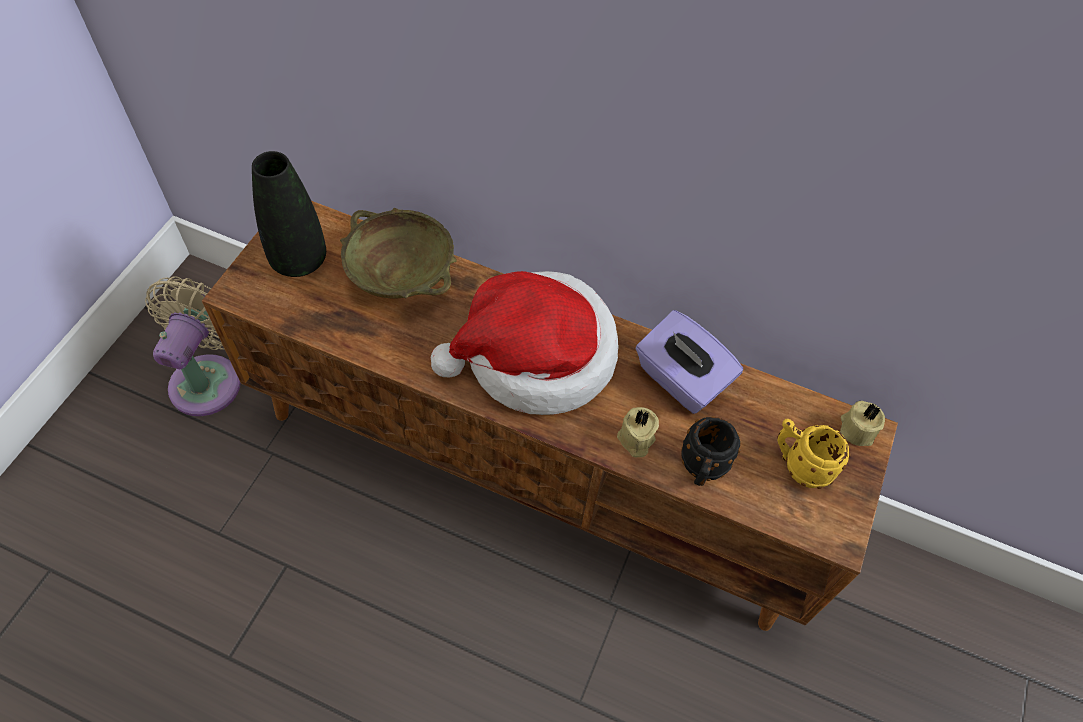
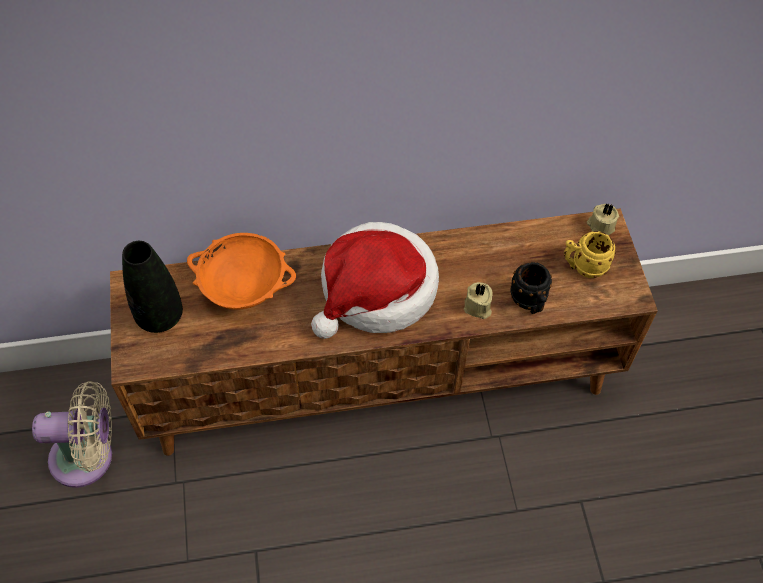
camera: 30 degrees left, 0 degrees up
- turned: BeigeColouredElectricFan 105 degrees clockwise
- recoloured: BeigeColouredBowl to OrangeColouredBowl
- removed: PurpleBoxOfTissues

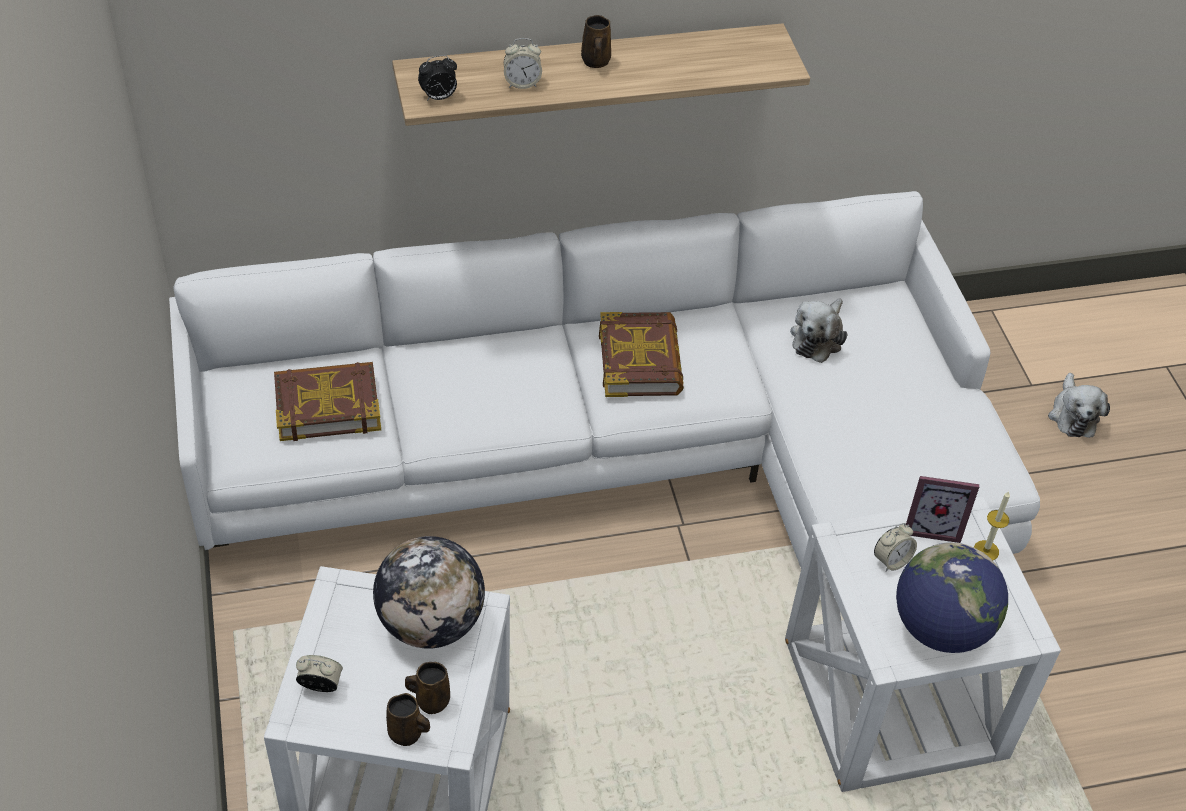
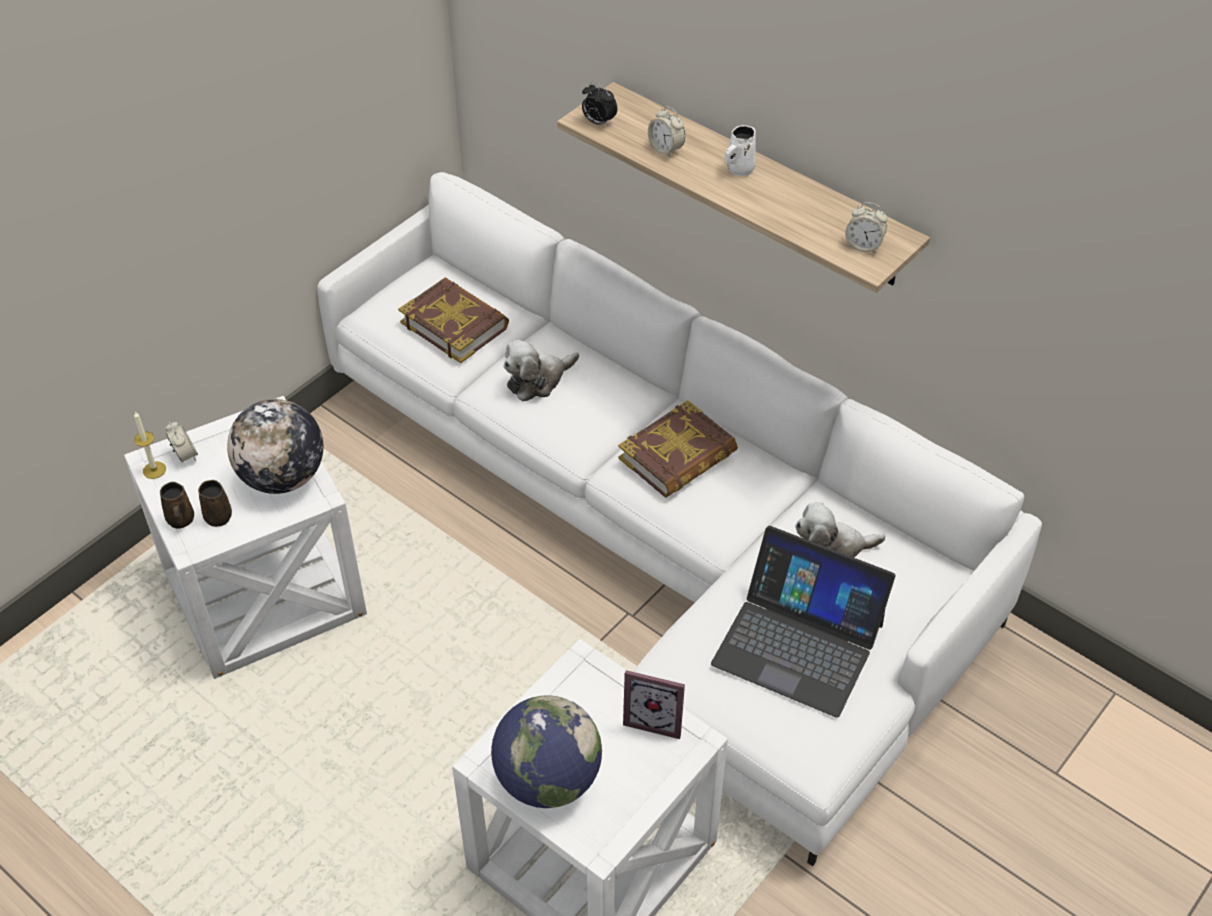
camera: 55 degrees right, 0 degrees up
- recoloured: BrownColouredCoffeeMug (3rd from left) to WhiteColouredCoffeeMug
- moved: TableClock (4th from left)
- turned: PictureFrame 45 degrees counterclockwise
- moved: WaxLight
- moved: SoftToy (2nd from left in the first image) to SoftToy (1st from left)
- added: Laptop

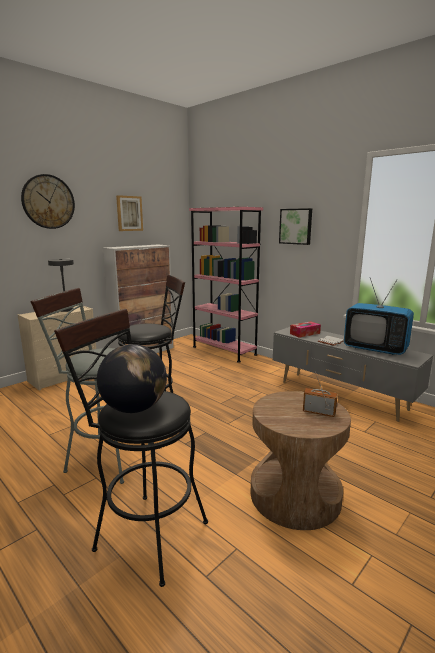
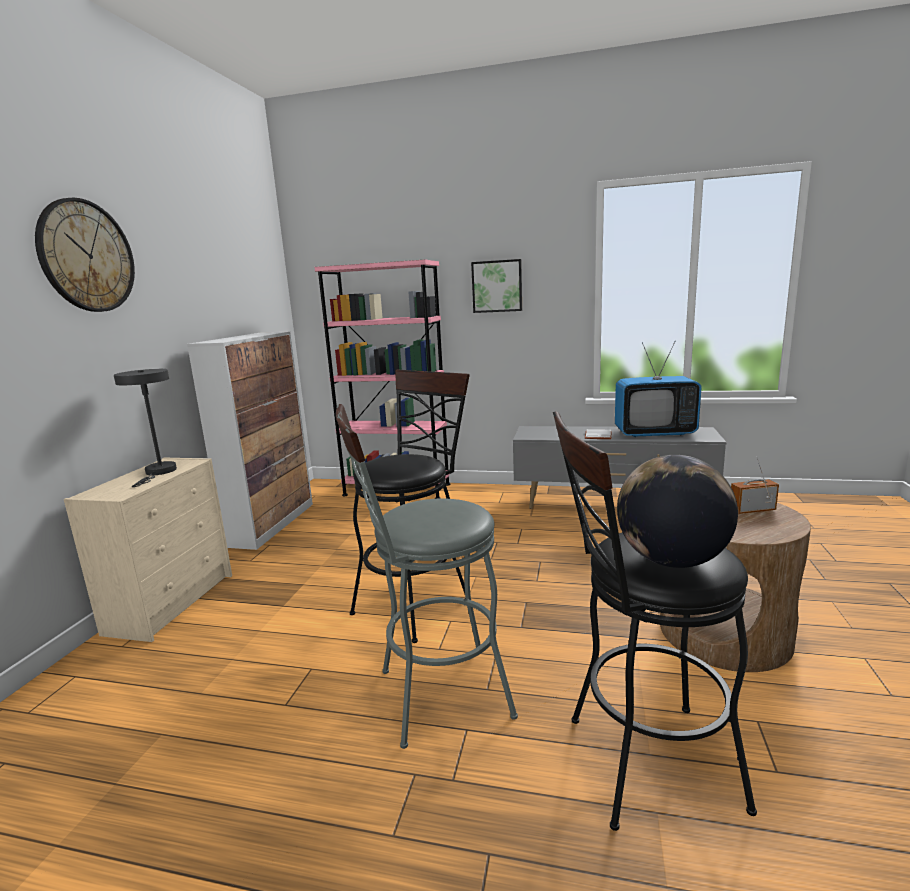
camera: 30 degrees left, 0 degrees up
- removed: WallArt (1st from left)
- removed: BoxOfTissues

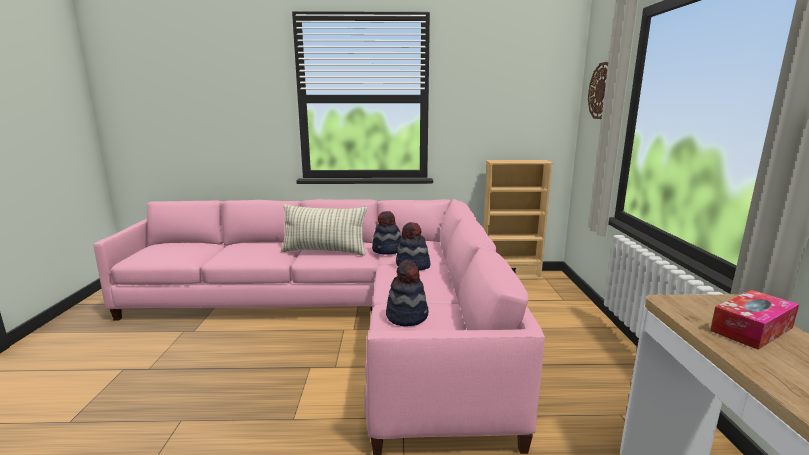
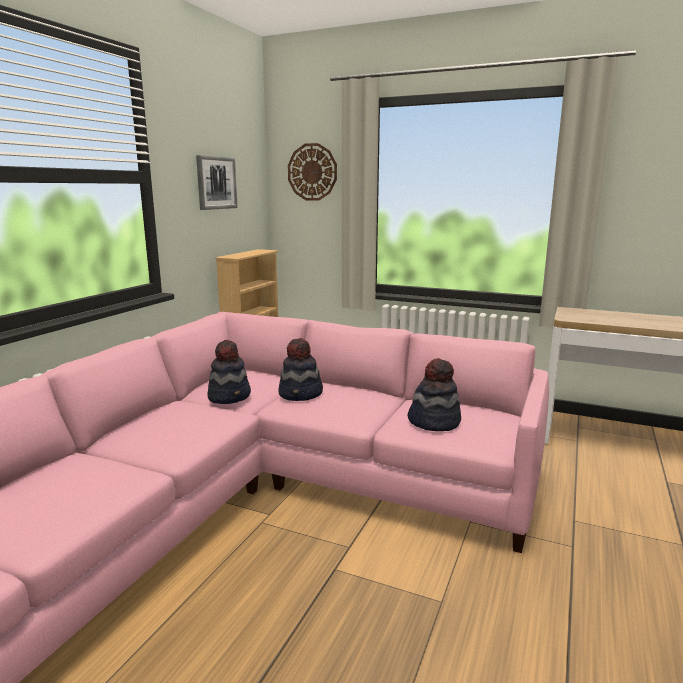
camera: 65 degrees left, 0 degrees up
- removed: Cushion
- removed: BoxOfTissues
- added: WallArt

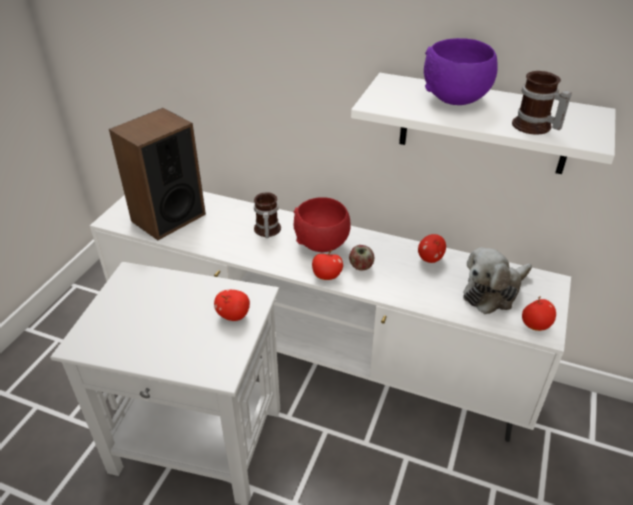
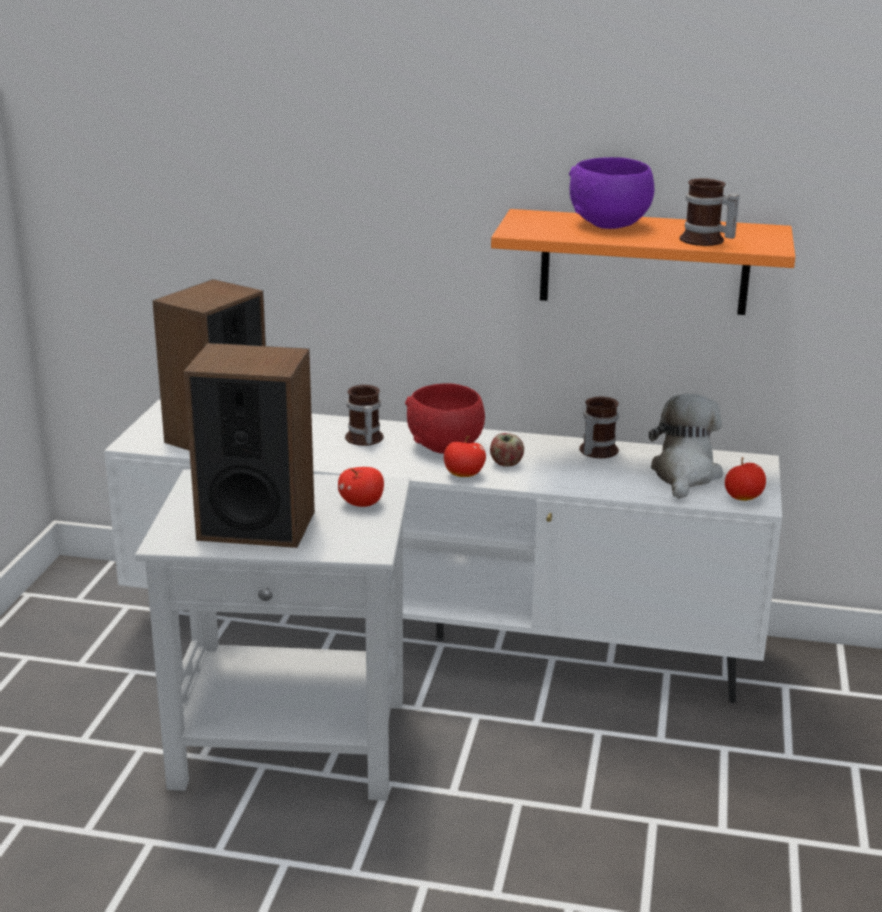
camera: 10 degrees left, 15 degrees down
- recoloured: WhiteColouredShelf to OrangeColouredShelf
- replaced: WholeApple (4th from left) to CoffeeMug (2nd from left)
- turned: SoftToy 150 degrees clockwise
- added: AudioSpeaker (2nd from left)

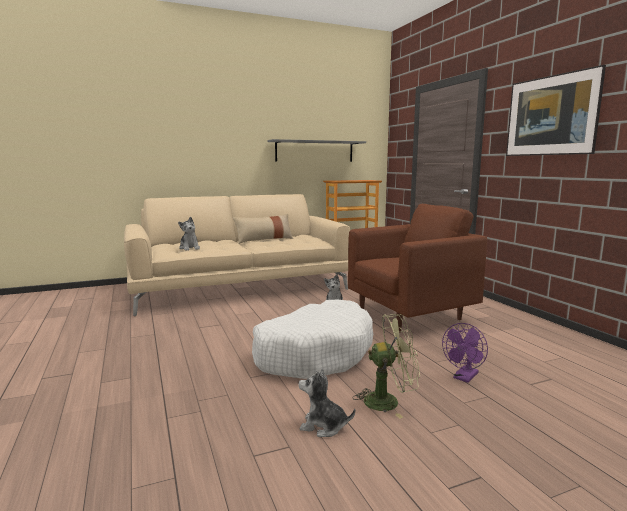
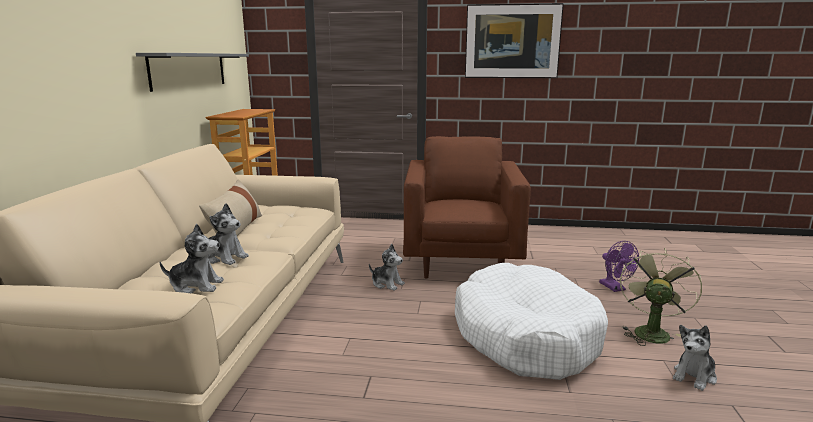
camera: 60 degrees left, 5 degrees up
- added: SoftToy (2nd from left)

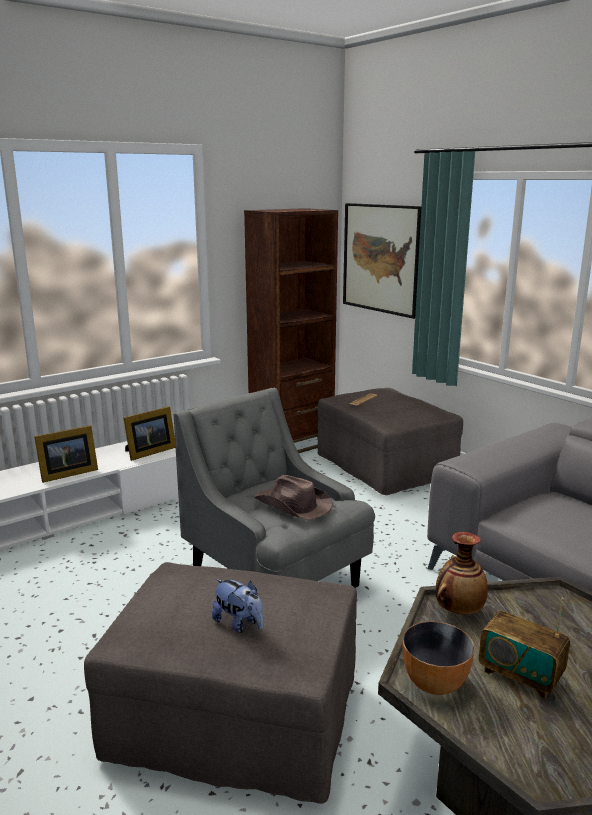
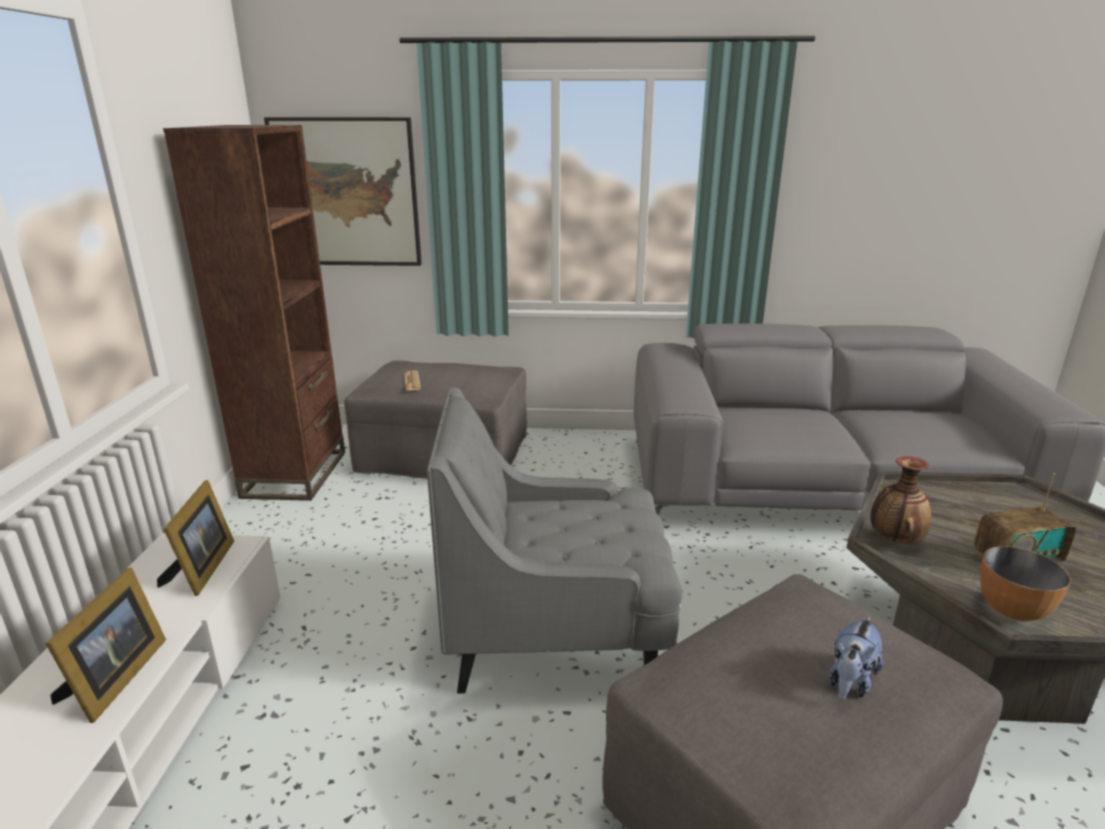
camera: 50 degrees left, 5 degrees up
- turned: SoftToy 135 degrees clockwise
- removed: BrownColouredClothingHat

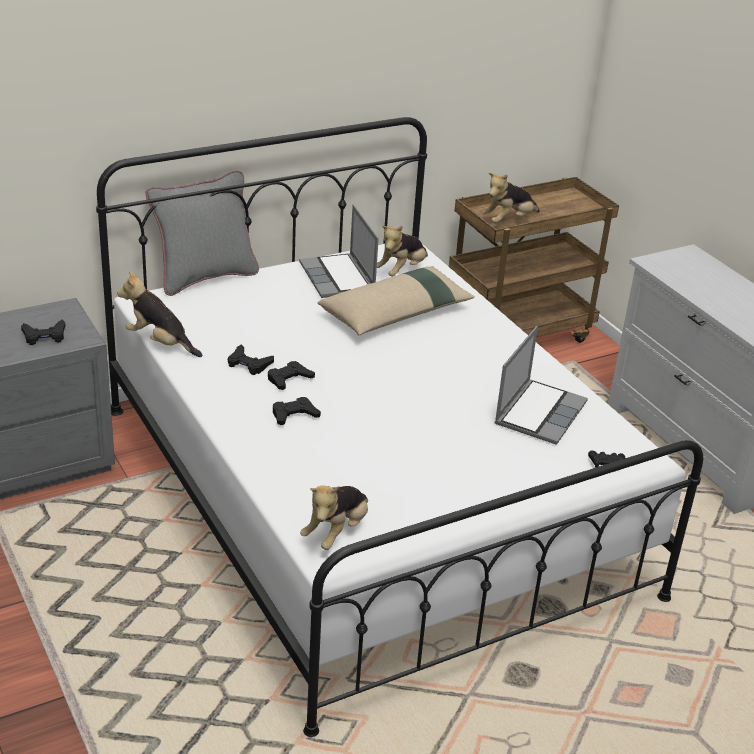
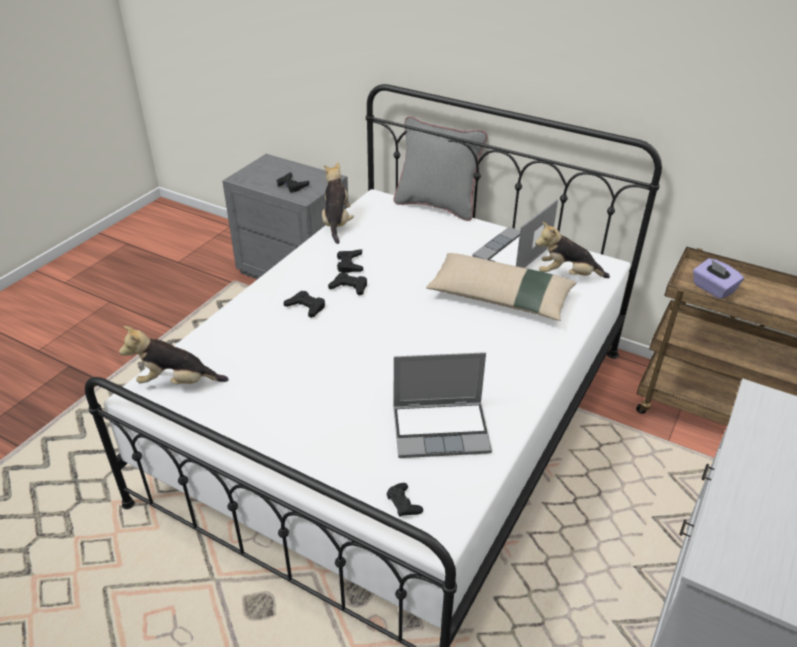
camera: 60 degrees right, 5 degrees up
- replaced: SoftToy (4th from left) to PurpleBoxOfTissues

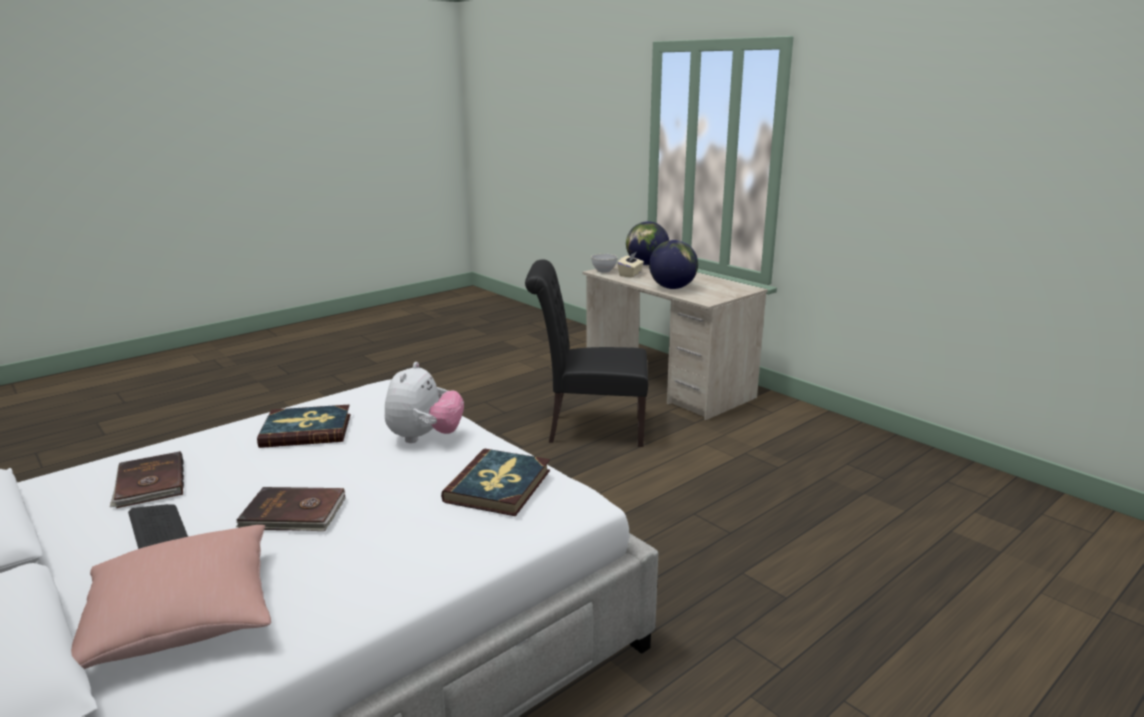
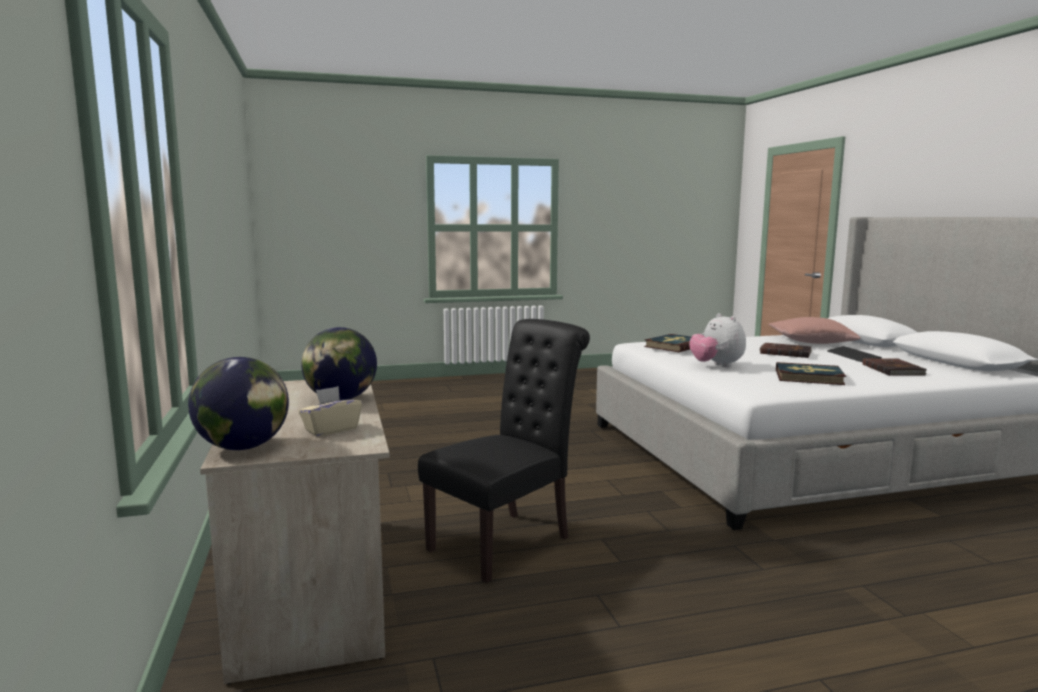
camera: 155 degrees left, 10 degrees down
- turned: SoftToy 60 degrees counterclockwise
- turned: BlackUprightChair 75 degrees counterclockwise
- removed: GrayBowl

